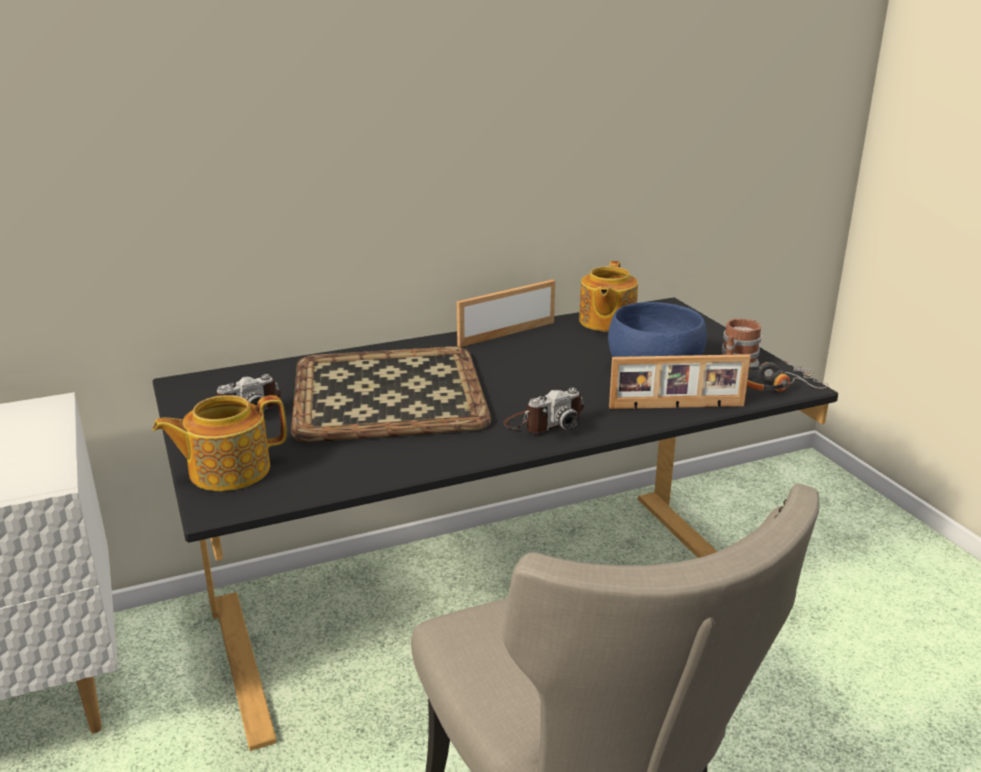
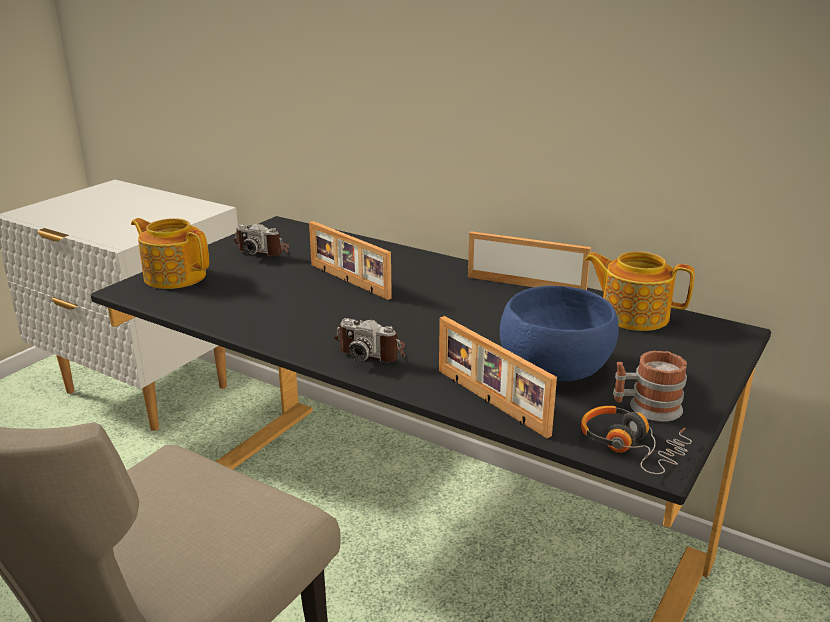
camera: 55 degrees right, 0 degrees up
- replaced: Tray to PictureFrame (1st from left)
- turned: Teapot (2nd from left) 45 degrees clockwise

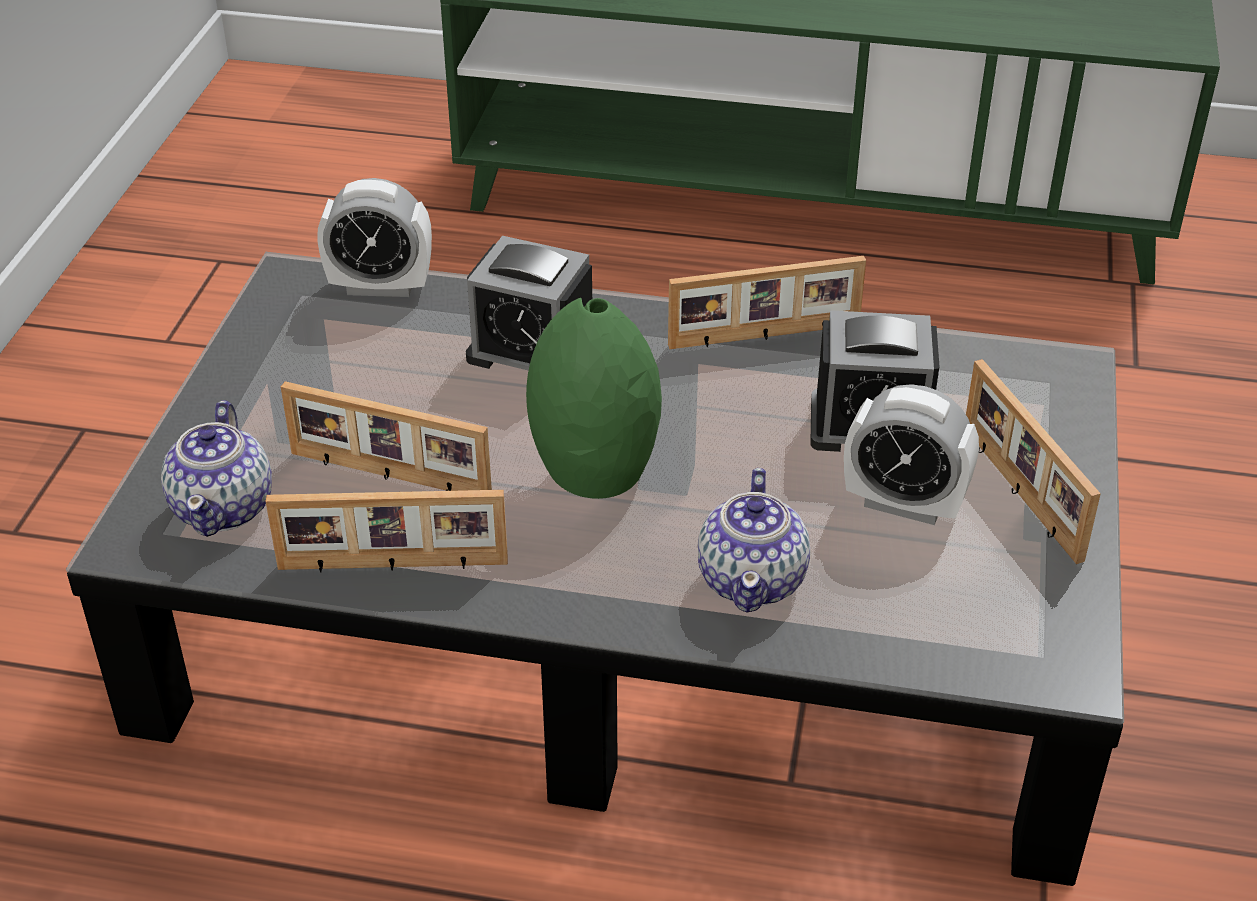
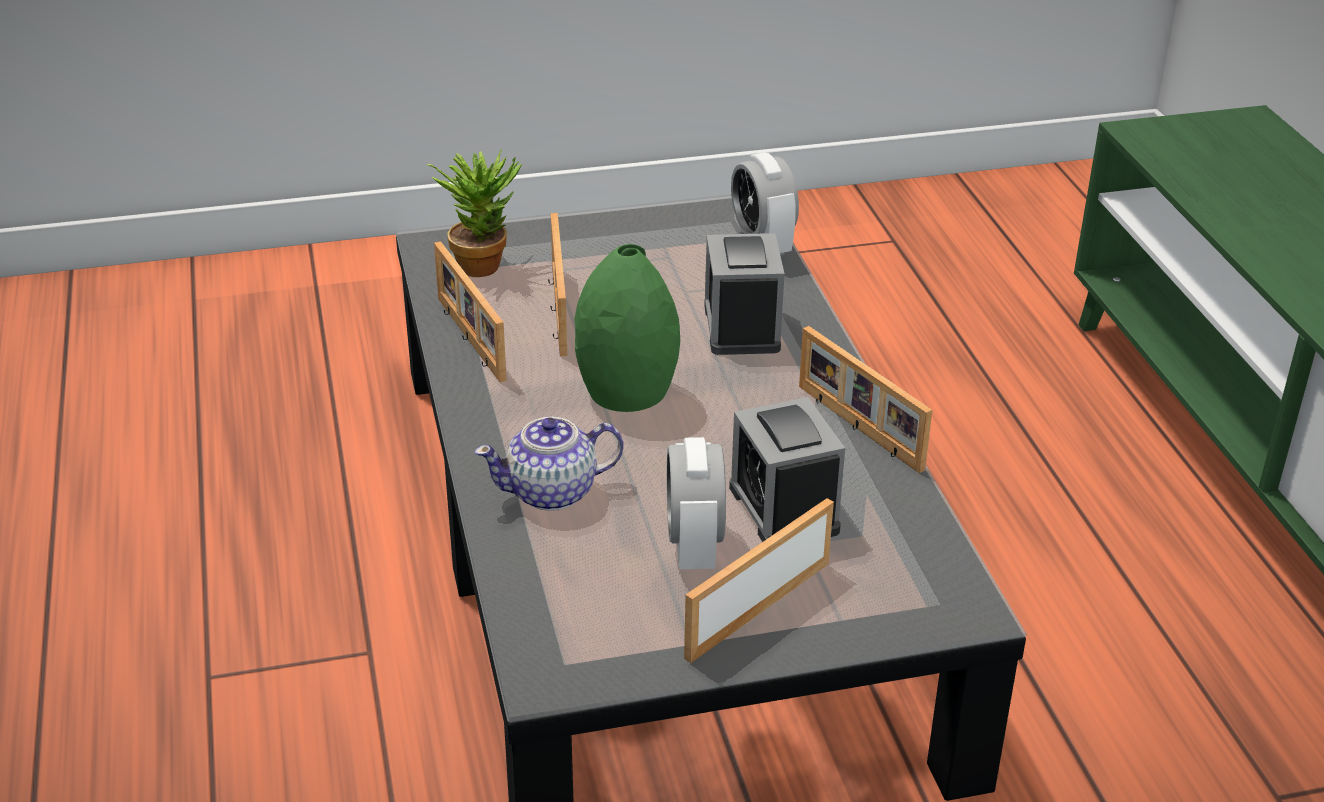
camera: 65 degrees right, 5 degrees down
- replaced: Teapot (1st from left) to PottedPlant

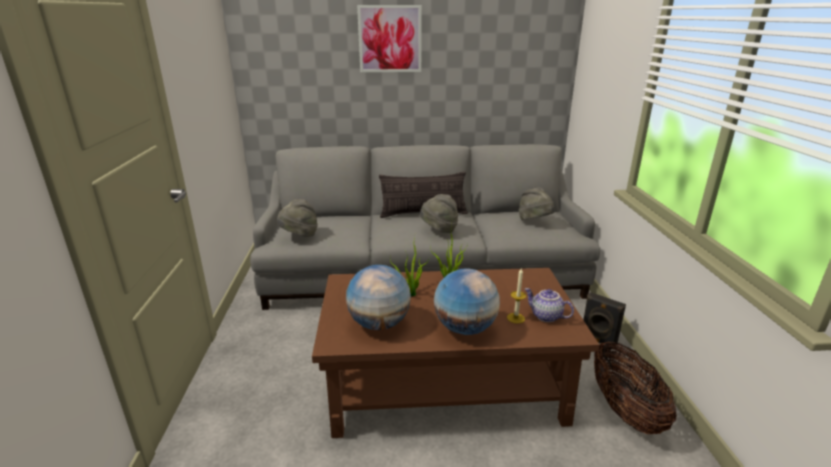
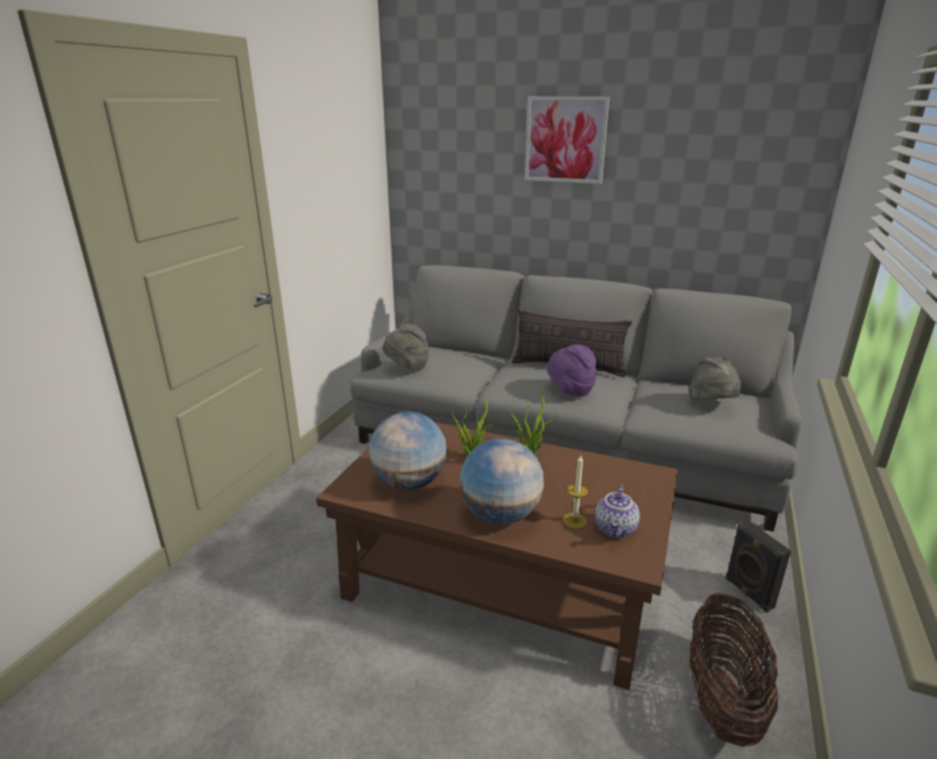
camera: 25 degrees right, 0 degrees up
- recoloured: GrayClothingHat (2nd from left) to PurpleClothingHat
- turned: Teapot 135 degrees counterclockwise

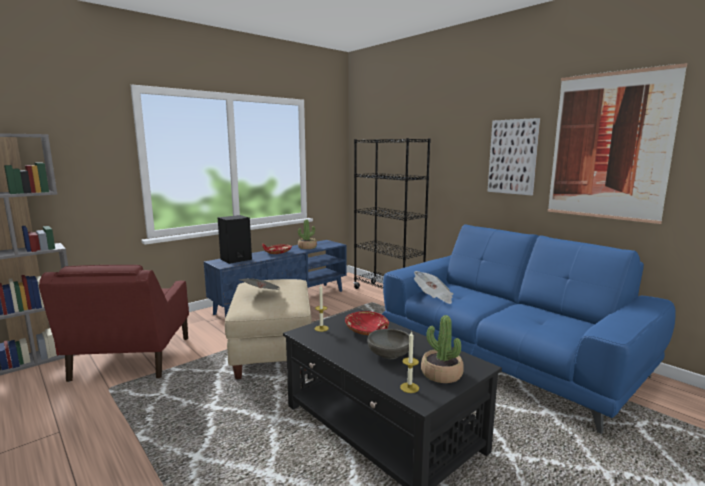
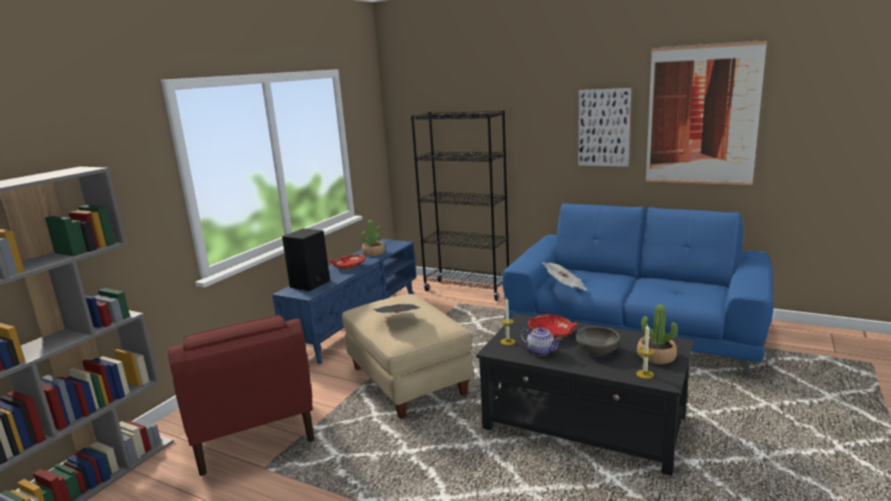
camera: 20 degrees left, 5 degrees up
- added: Teapot

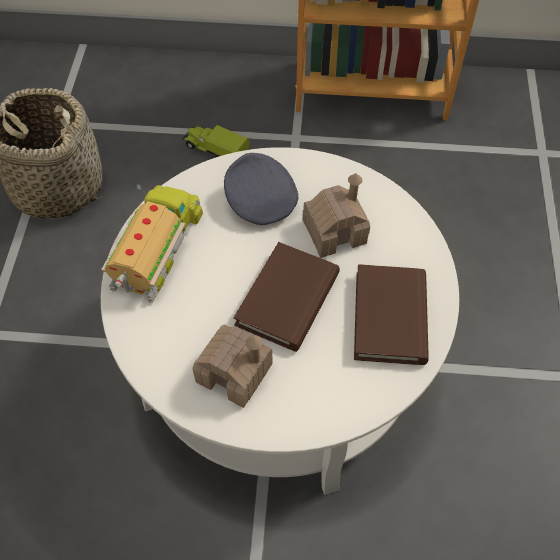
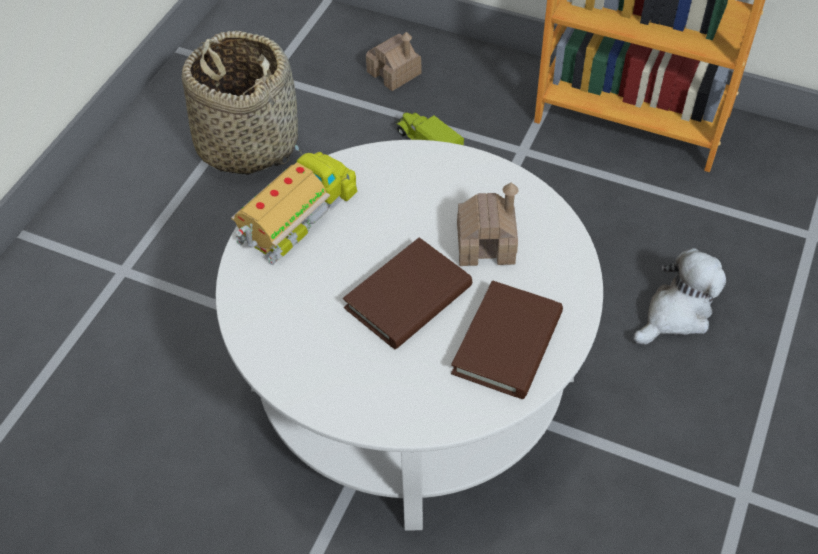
camera: 20 degrees right, 5 degrees down
- moved: MiniatureHouse (1st from left)
- removed: GrayCap
- added: SoftToy

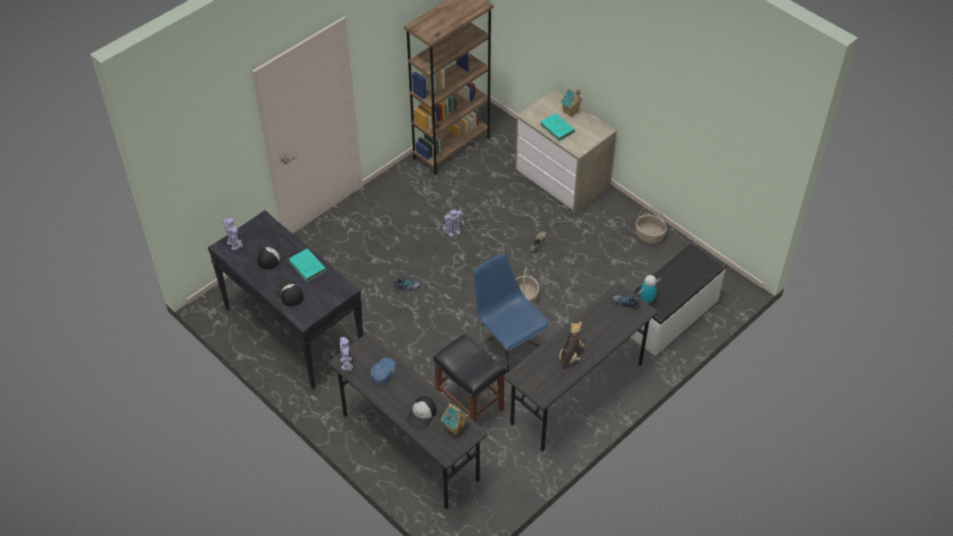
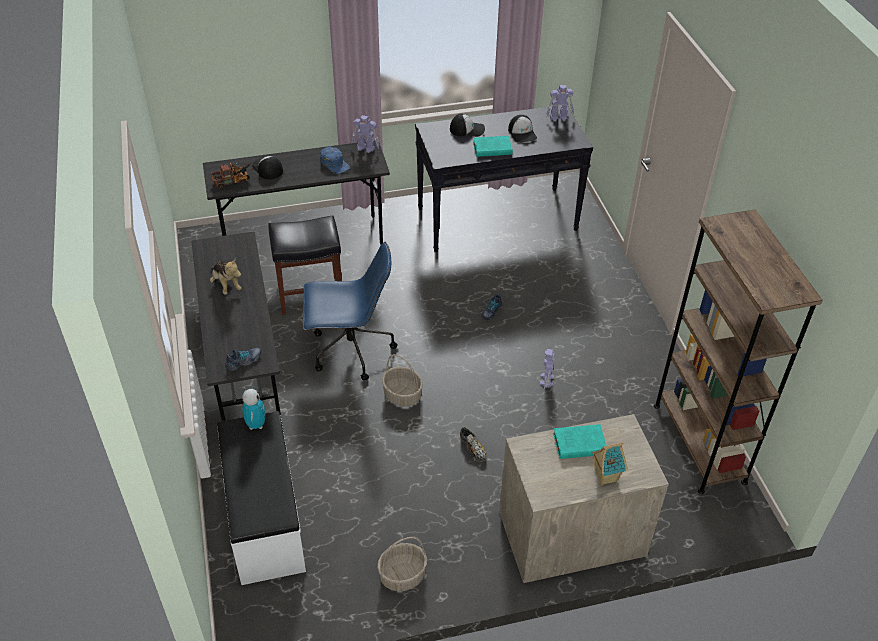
camera: 120 degrees right, 5 degrees down
- replaced: MiniatureHouse (1st from left) to ToyTruck

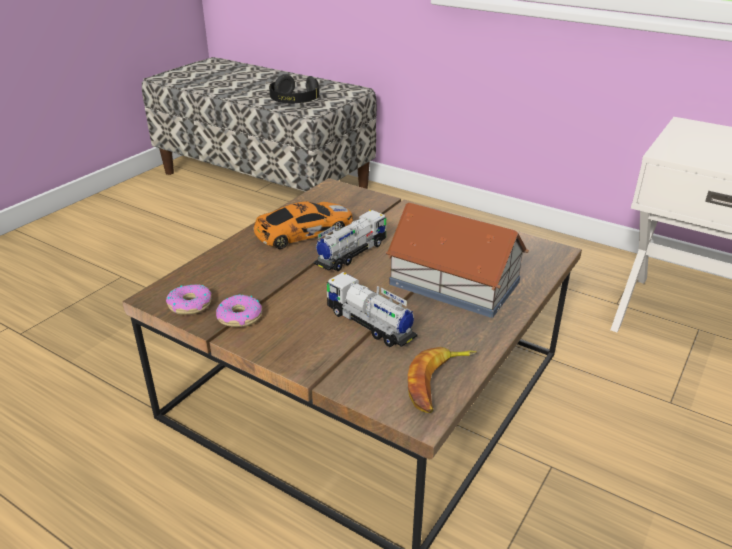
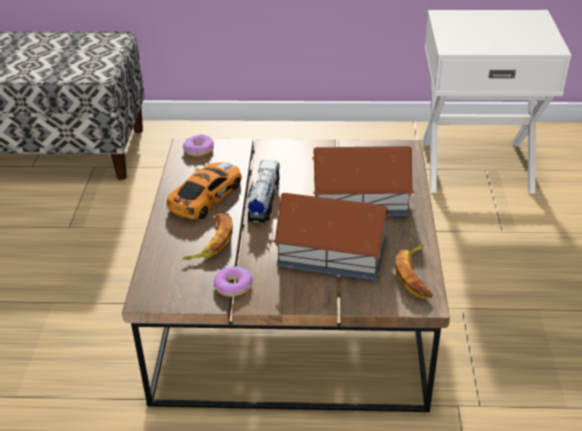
camera: 30 degrees left, 5 degrees up
- moved: Doughnut (1st from left)
- removed: BlackHeadphones
- replaced: ToyTruck (2nd from left) to MiniatureHouse (1st from left)
- added: Banana (1st from left)

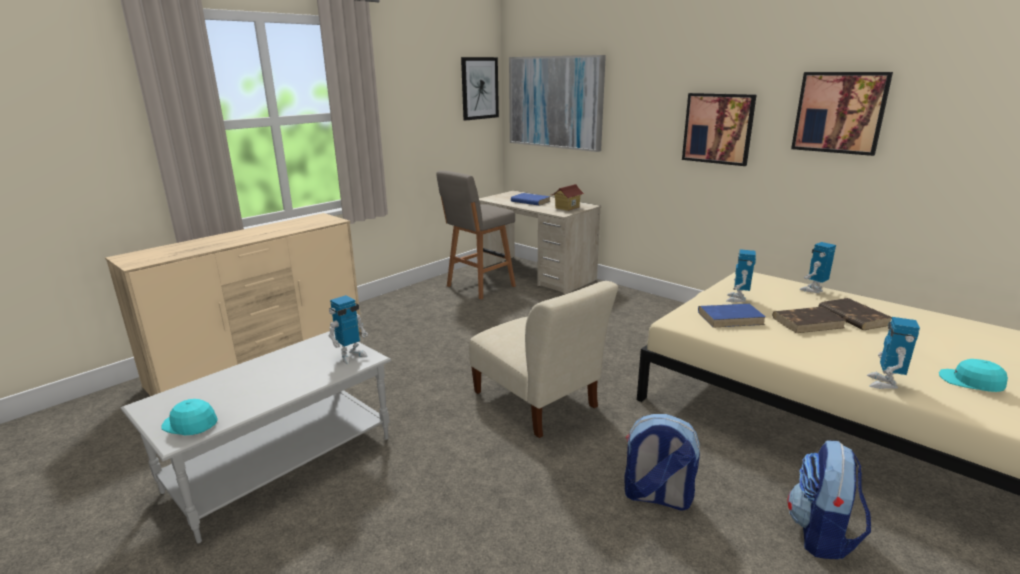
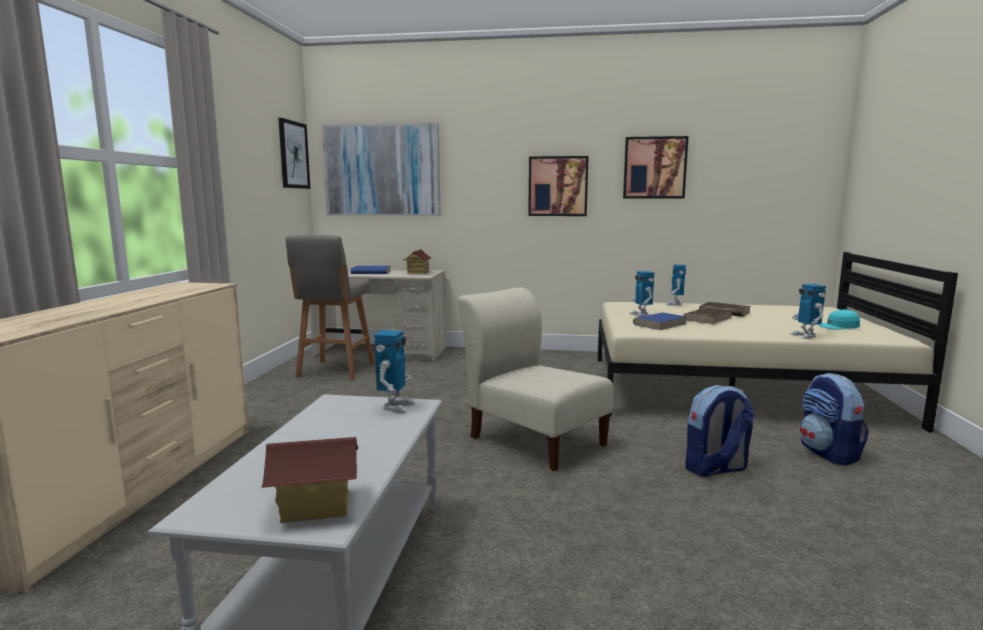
camera: 35 degrees left, 10 degrees down
- replaced: BlueGreenCap (1st from left) to MiniatureHouse (1st from left)
- turned: BeigeColouredUprightChair 150 degrees counterclockwise

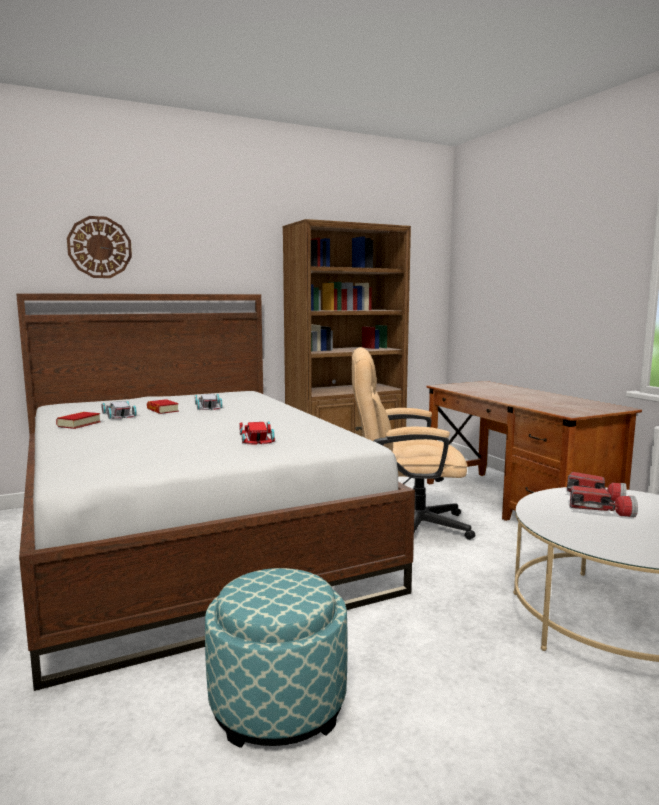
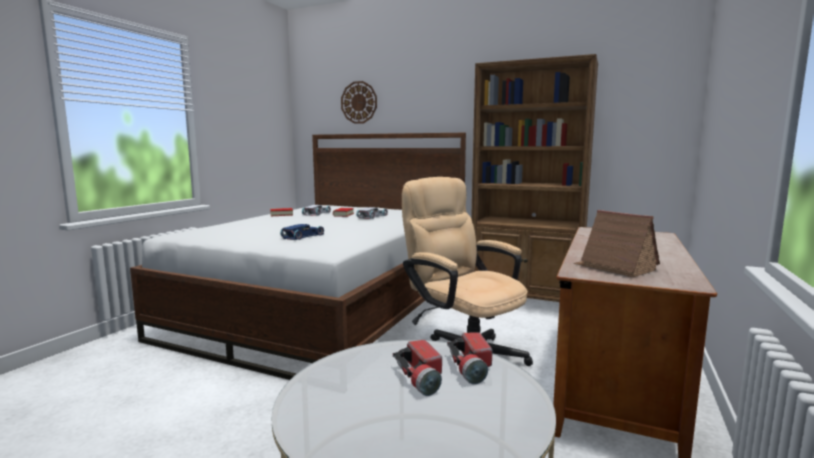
camera: 50 degrees right, 0 degrees up
- removed: Footrest
- recoloured: ReddishToyCar to BluishToyCar
- added: MiniatureHouse

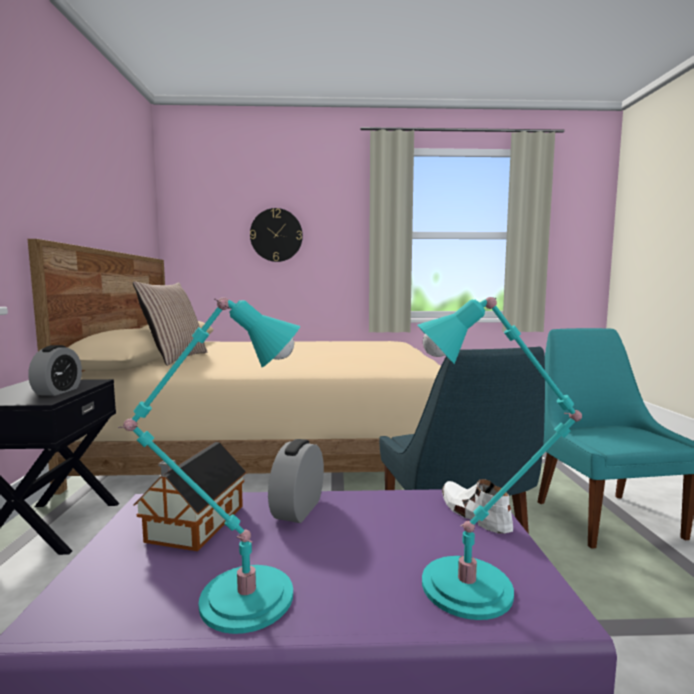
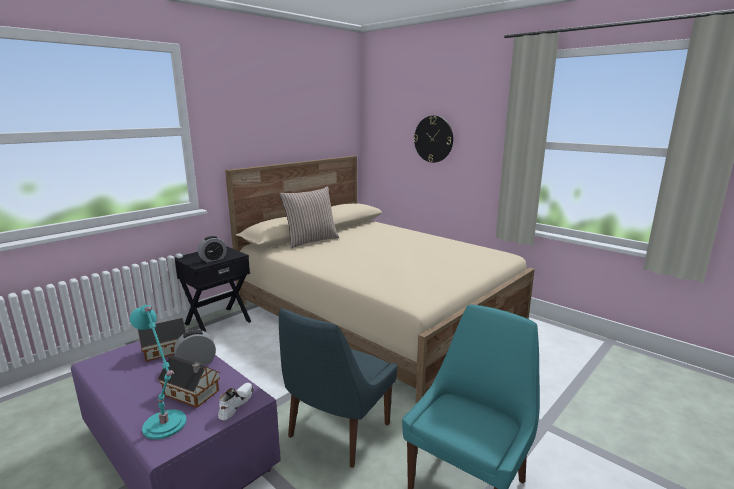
camera: 45 degrees right, 10 degrees up
- removed: BlueGreenTabletopLamp (1st from left)
- added: MiniatureHouse (2nd from left)

